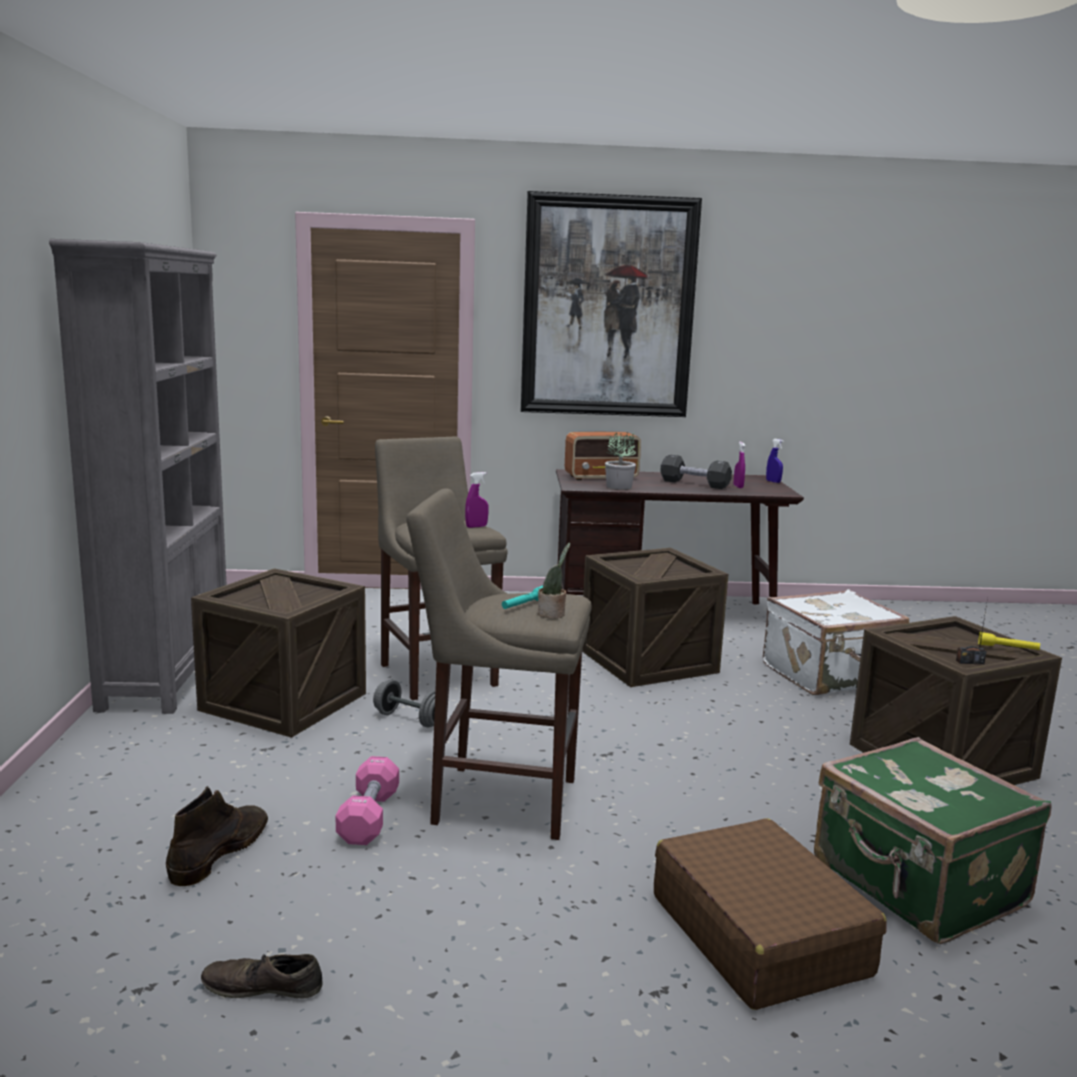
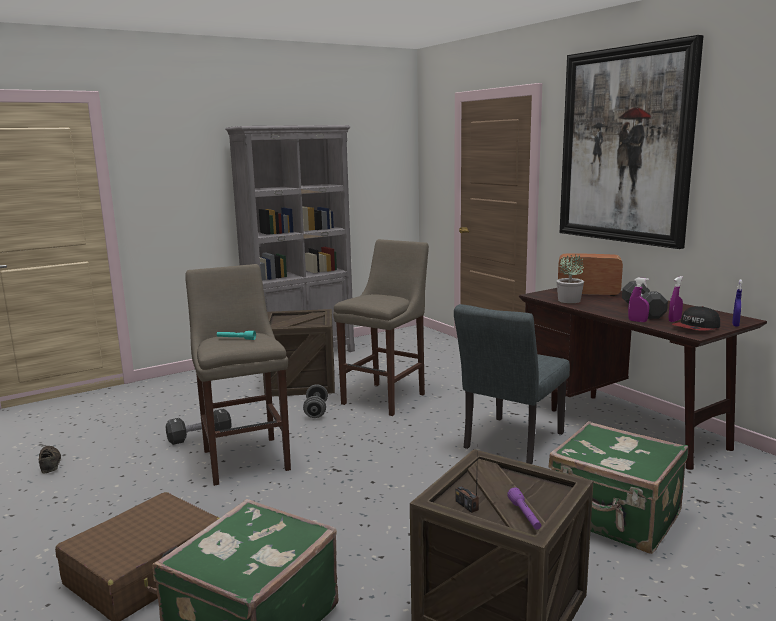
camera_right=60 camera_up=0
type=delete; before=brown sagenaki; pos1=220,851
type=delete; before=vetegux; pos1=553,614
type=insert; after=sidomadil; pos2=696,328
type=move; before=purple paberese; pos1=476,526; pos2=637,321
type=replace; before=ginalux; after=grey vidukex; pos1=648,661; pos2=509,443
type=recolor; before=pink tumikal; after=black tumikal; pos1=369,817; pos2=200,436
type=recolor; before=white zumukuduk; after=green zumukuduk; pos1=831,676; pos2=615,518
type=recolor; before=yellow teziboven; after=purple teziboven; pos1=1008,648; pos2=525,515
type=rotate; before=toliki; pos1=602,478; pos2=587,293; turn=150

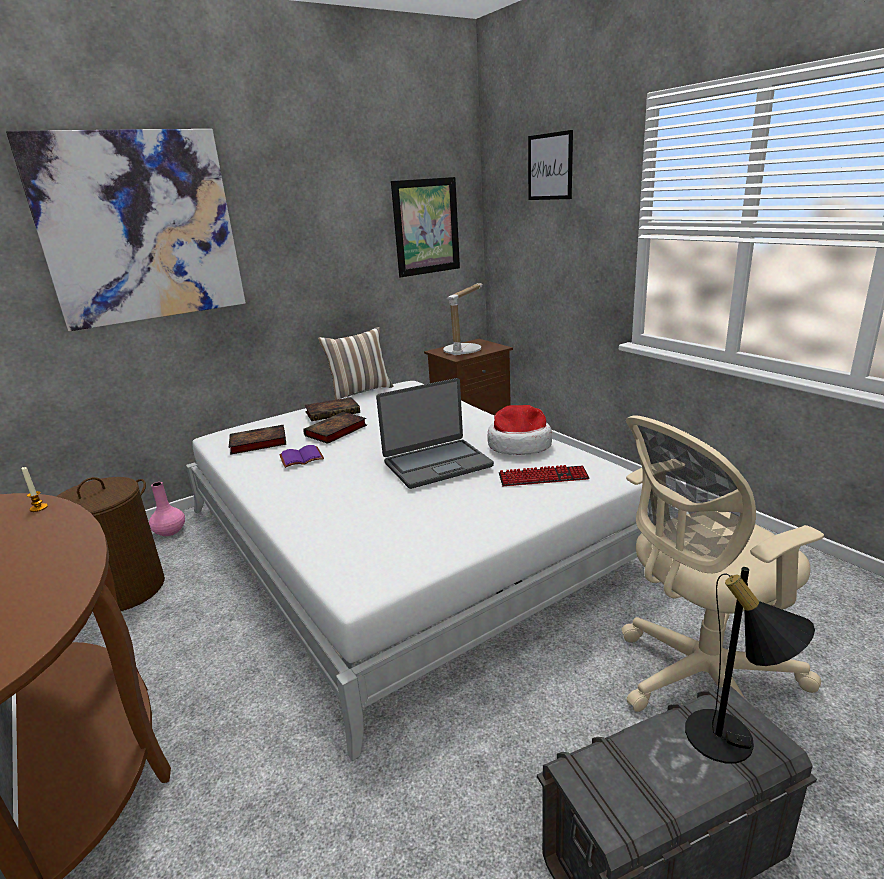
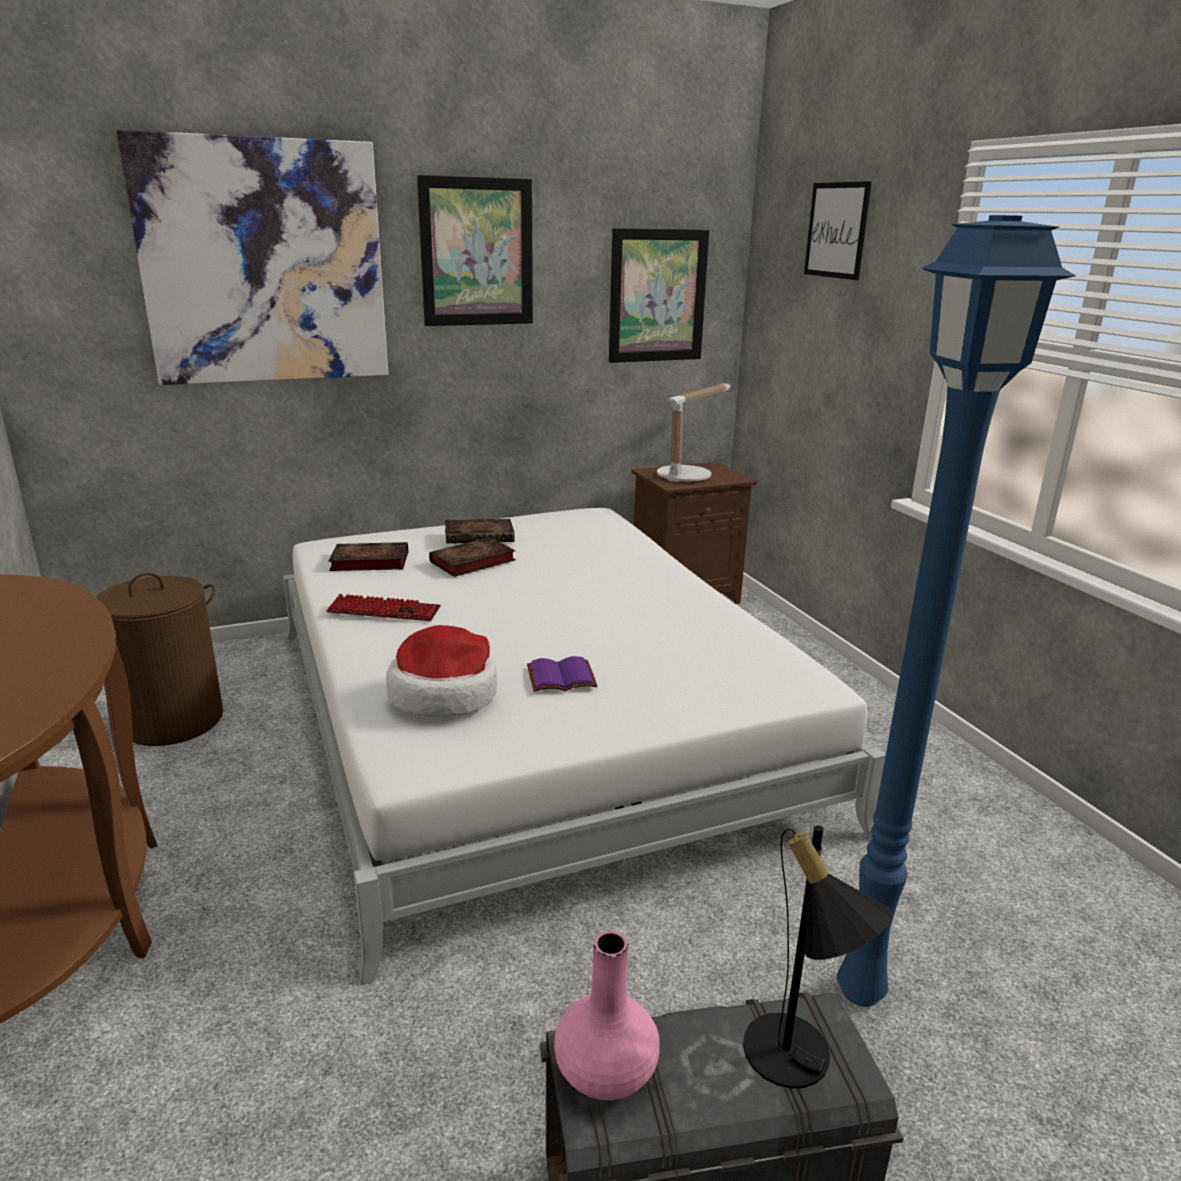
camera_right=10 camera_up=0
type=delete; before=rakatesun; pos1=38,508
type=delete; before=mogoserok; pos1=360,391
type=delete; before=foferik; pos1=437,464
type=insert; after=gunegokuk; pos2=477,252
type=move; before=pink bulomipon; pos1=170,531; pos2=606,1070
type=move; before=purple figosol; pos1=301,458; pos2=560,678
type=move; before=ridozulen; pos1=519,445; pos2=445,694
type=move; before=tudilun; pos1=543,477; pos2=384,611
type=replace; before=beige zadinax; after=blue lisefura; pos1=699,679; pos2=856,989

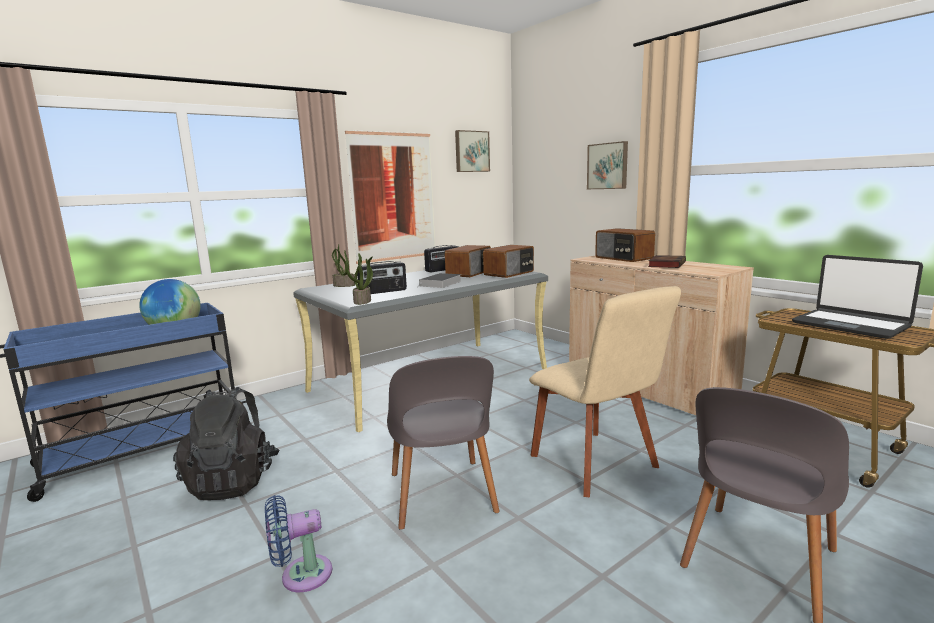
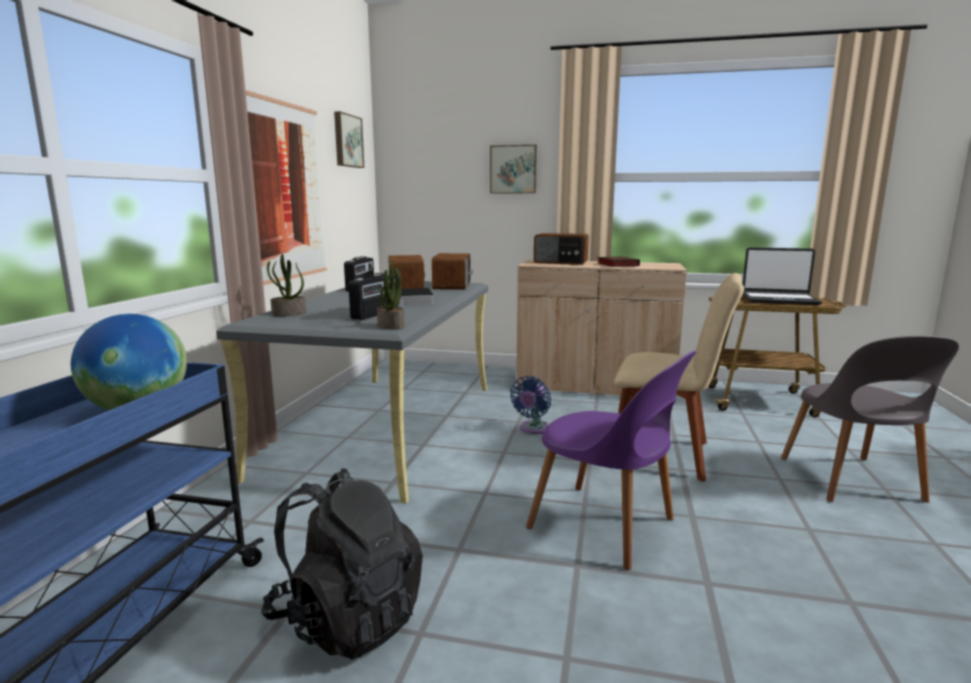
camera_right=-40 camera_up=0
type=move; before=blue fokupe; pos1=301,575; pos2=533,429
type=recolor; before=grey vidukex; after=purple vidukex; pos1=442,496; pos2=606,526

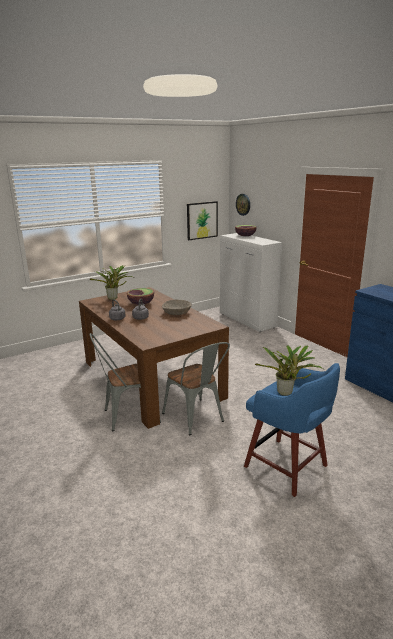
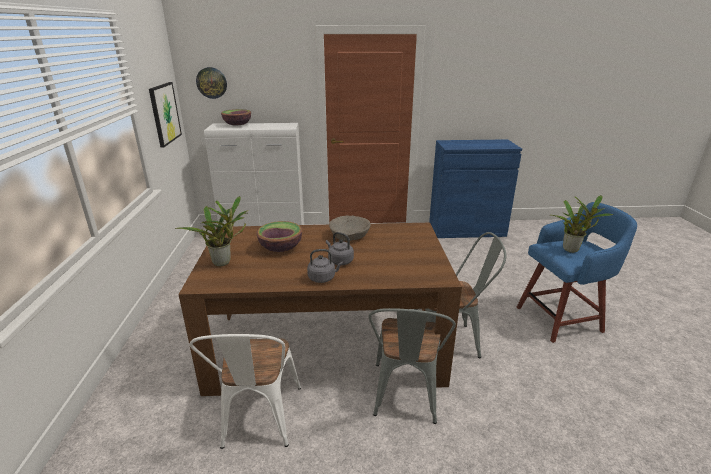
camera_right=-60 camera_up=5
type=insert; after=white vidukex; pos2=259,422

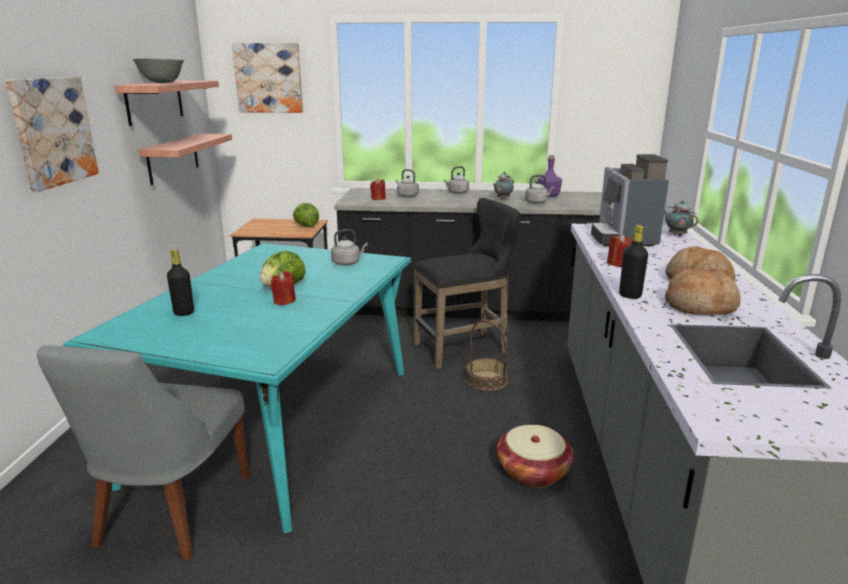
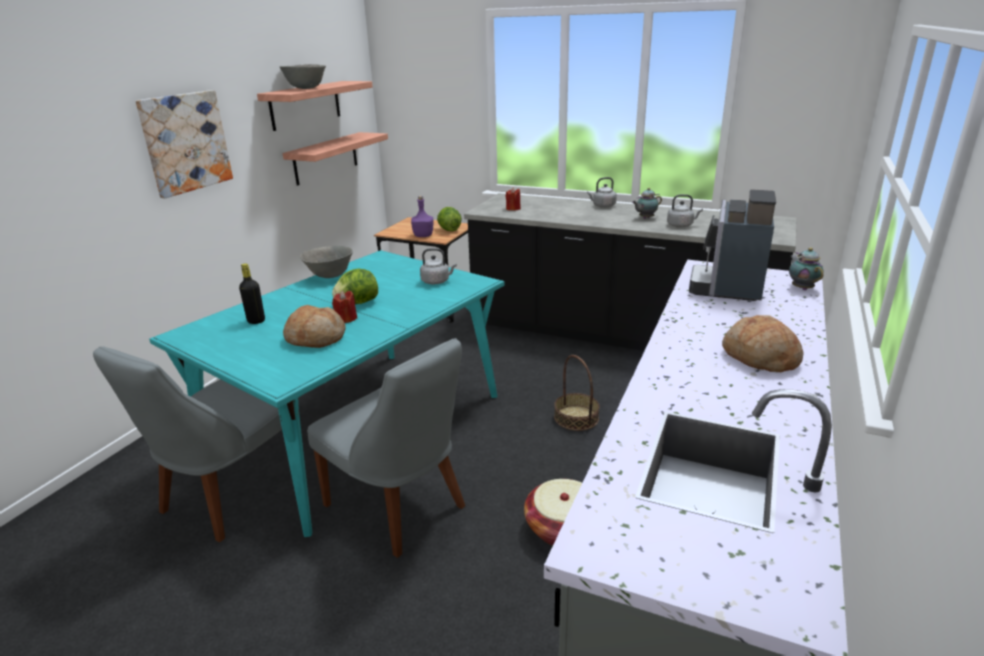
camera_right=20 camera_up=5
type=delete; before=gunegokuk; pos1=269,78
type=delete; before=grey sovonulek; pos1=407,196
type=delete; before=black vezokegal; pos1=466,349
type=delete; before=red rakatesun; pos1=618,263
type=delete; before=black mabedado; pos1=630,295
type=insert; after=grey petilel; pos2=330,276
type=insert; after=grey vidukex; pos2=399,508
type=move; before=purple mabedado; pos1=549,196; pos2=423,235
type=move; before=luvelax; pos1=700,306; pos2=316,338

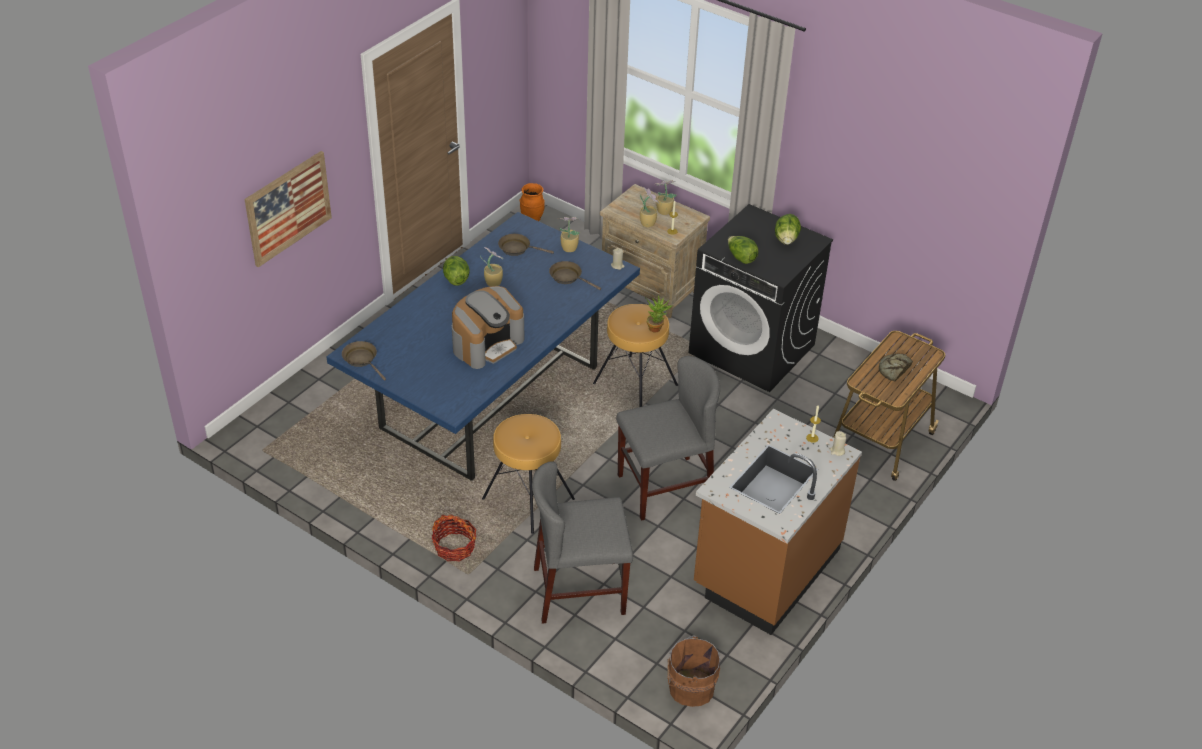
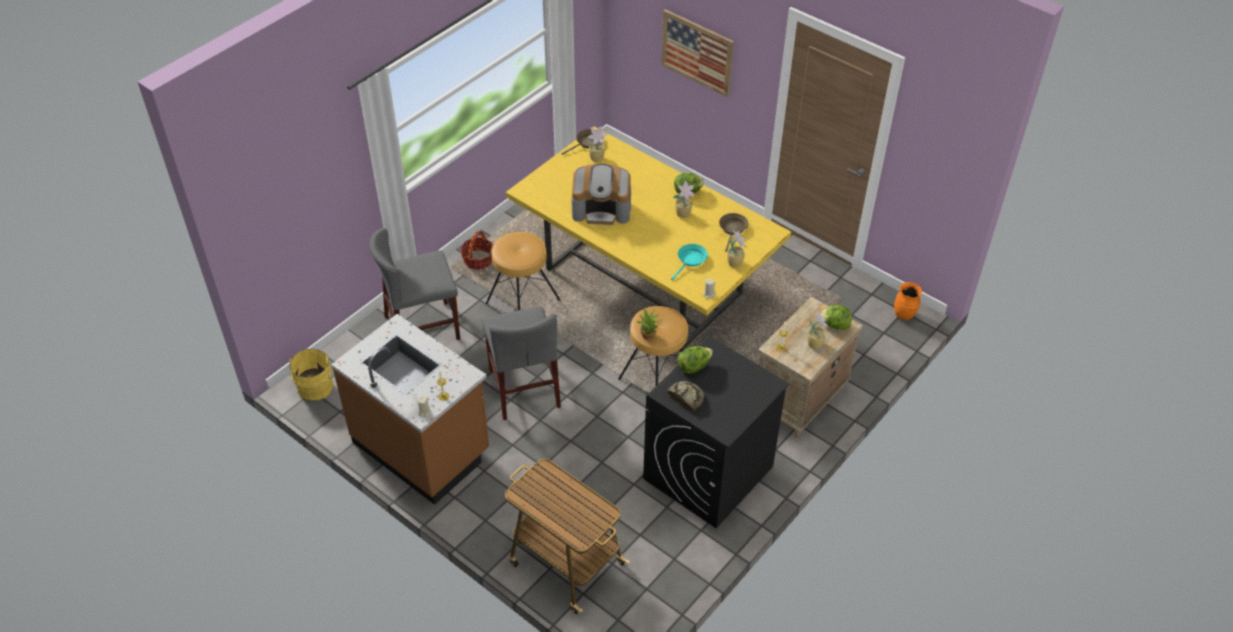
camera_right=95 camera_up=5
type=move; before=vetegux; pos1=648,223; pos2=597,158
type=move; before=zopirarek; pos1=786,240; pos2=834,325
type=move; before=luvelax; pos1=894,370; pos2=686,397
type=recolor; before=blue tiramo; after=yellow tiramo; pos1=492,396; pos2=644,283
type=recolor; before=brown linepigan; after=turquoise linepigan; pos1=568,277; pos2=691,260
type=recolor; before=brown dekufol; after=yellow dekufol; pos1=689,687; pos2=316,385
type=rotate; before=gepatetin; pos1=487,344; pos2=602,209; turn=-45
type=rotate; before=grey vidukex; pos1=579,591; pos2=422,328; turn=-105

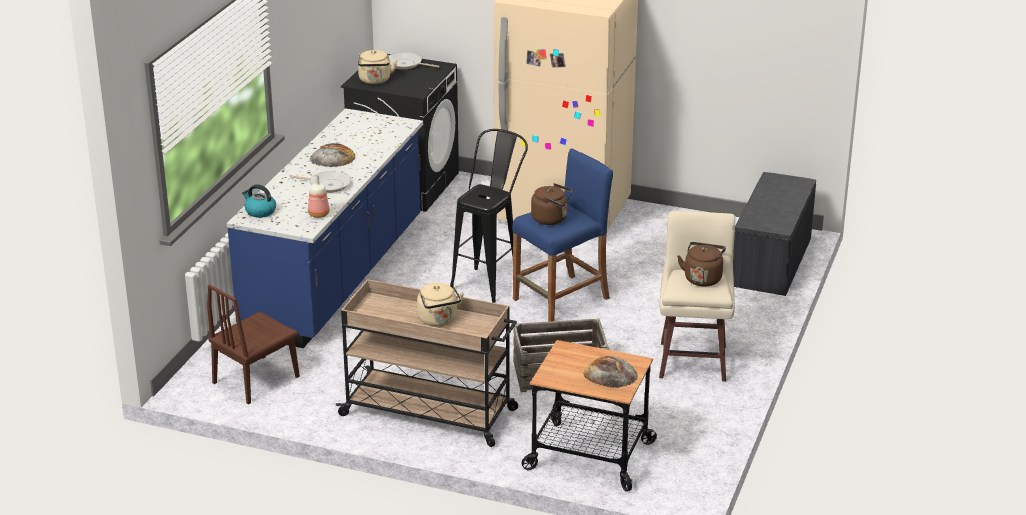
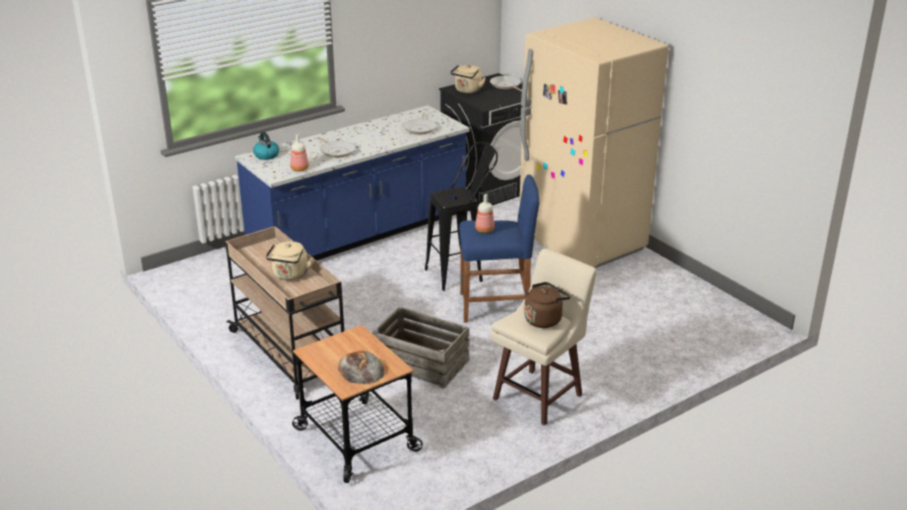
camera_right=35 camera_up=0
type=delete; before=brown vidukex; pos1=256,379
type=delete; before=luvelax; pos1=332,158
type=delete; before=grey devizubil; pos1=772,262
type=insert; after=linepigan; pos2=420,128
type=replace; before=brown sovonulek; after=mabedado; pos1=551,219; pos2=484,230

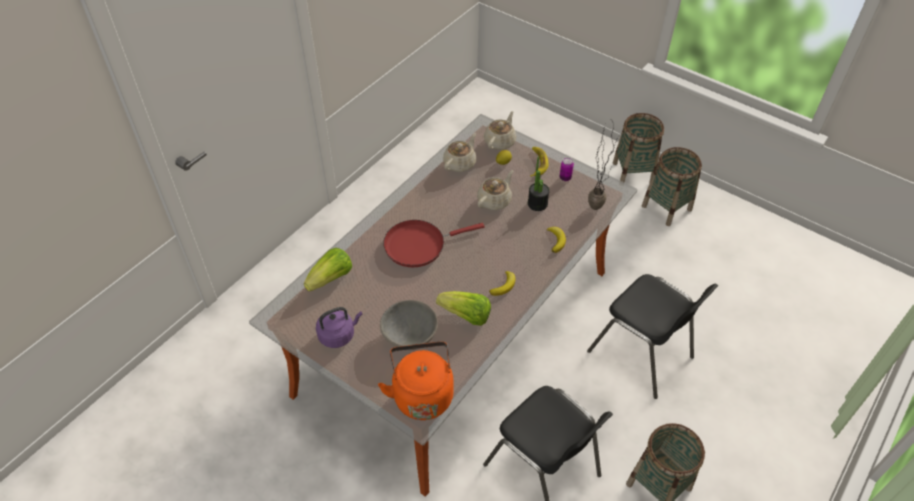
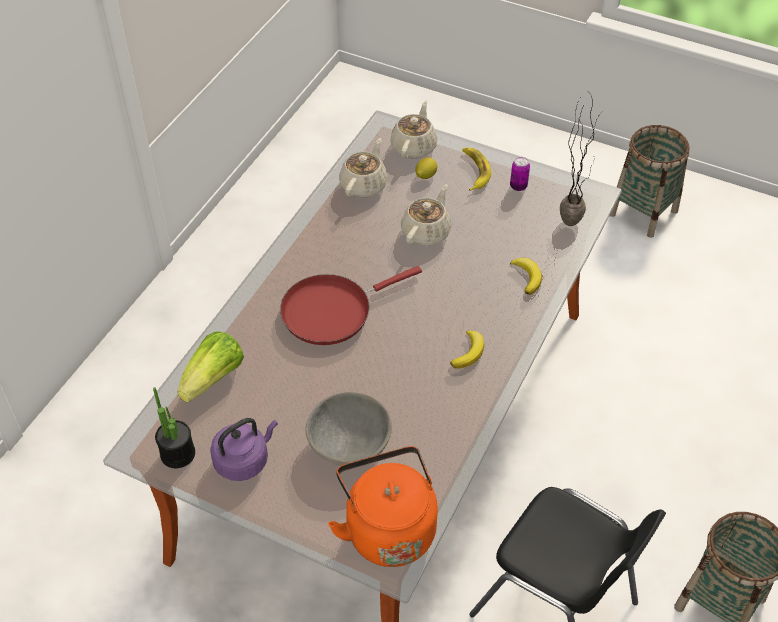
camera_right=-10 camera_up=0
type=delete; before=zopirarek; pos1=466,316
type=delete; before=black vidukex; pos1=641,355
type=delete; before=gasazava; pos1=632,172
type=move; before=vetegux; pos1=537,204; pos2=178,454

